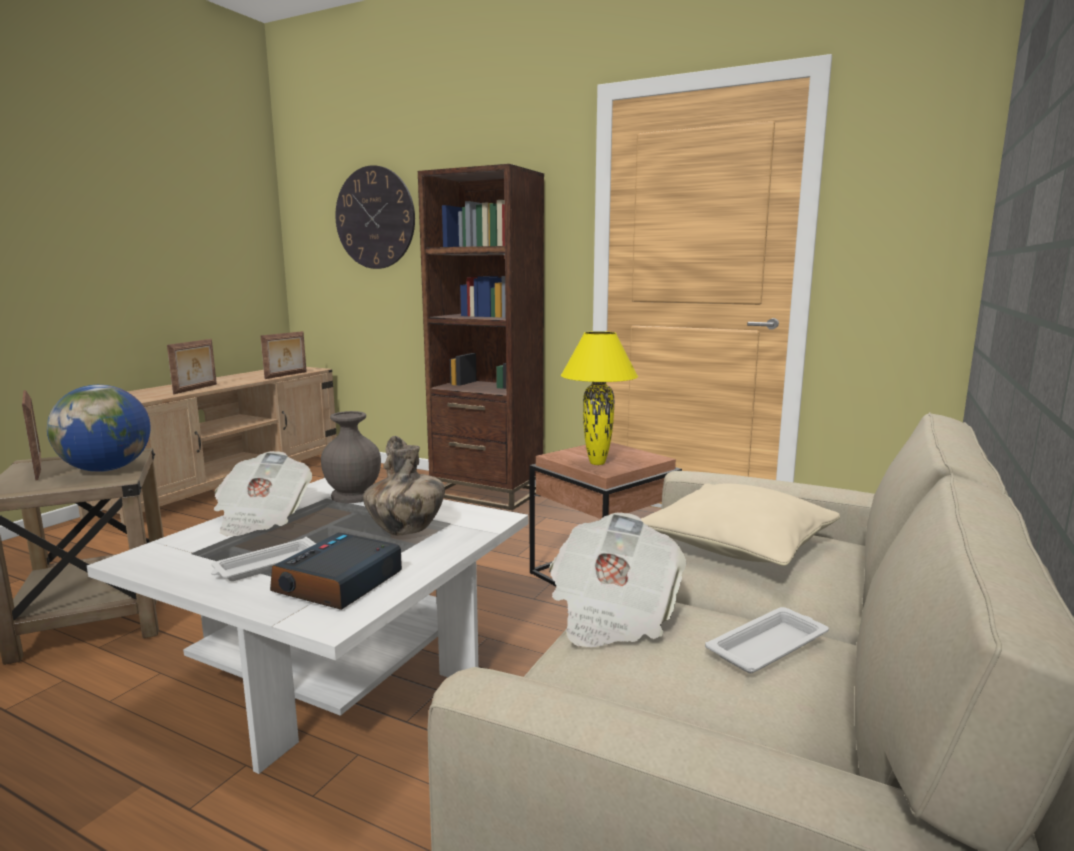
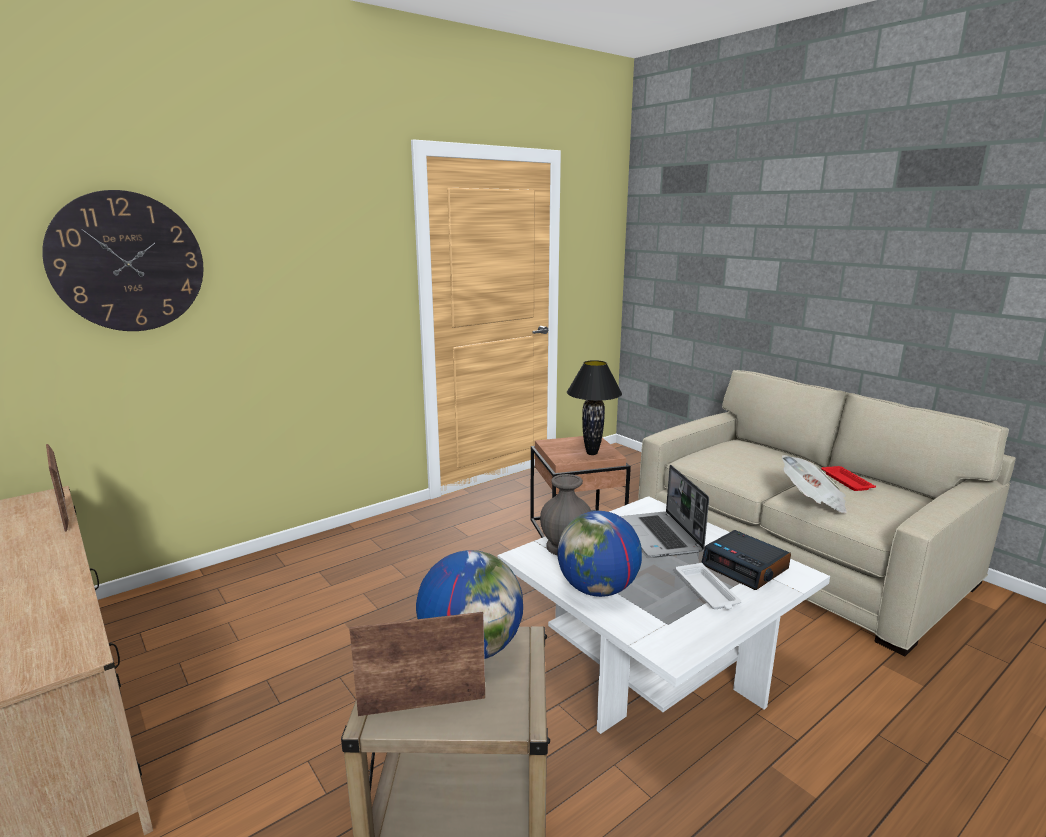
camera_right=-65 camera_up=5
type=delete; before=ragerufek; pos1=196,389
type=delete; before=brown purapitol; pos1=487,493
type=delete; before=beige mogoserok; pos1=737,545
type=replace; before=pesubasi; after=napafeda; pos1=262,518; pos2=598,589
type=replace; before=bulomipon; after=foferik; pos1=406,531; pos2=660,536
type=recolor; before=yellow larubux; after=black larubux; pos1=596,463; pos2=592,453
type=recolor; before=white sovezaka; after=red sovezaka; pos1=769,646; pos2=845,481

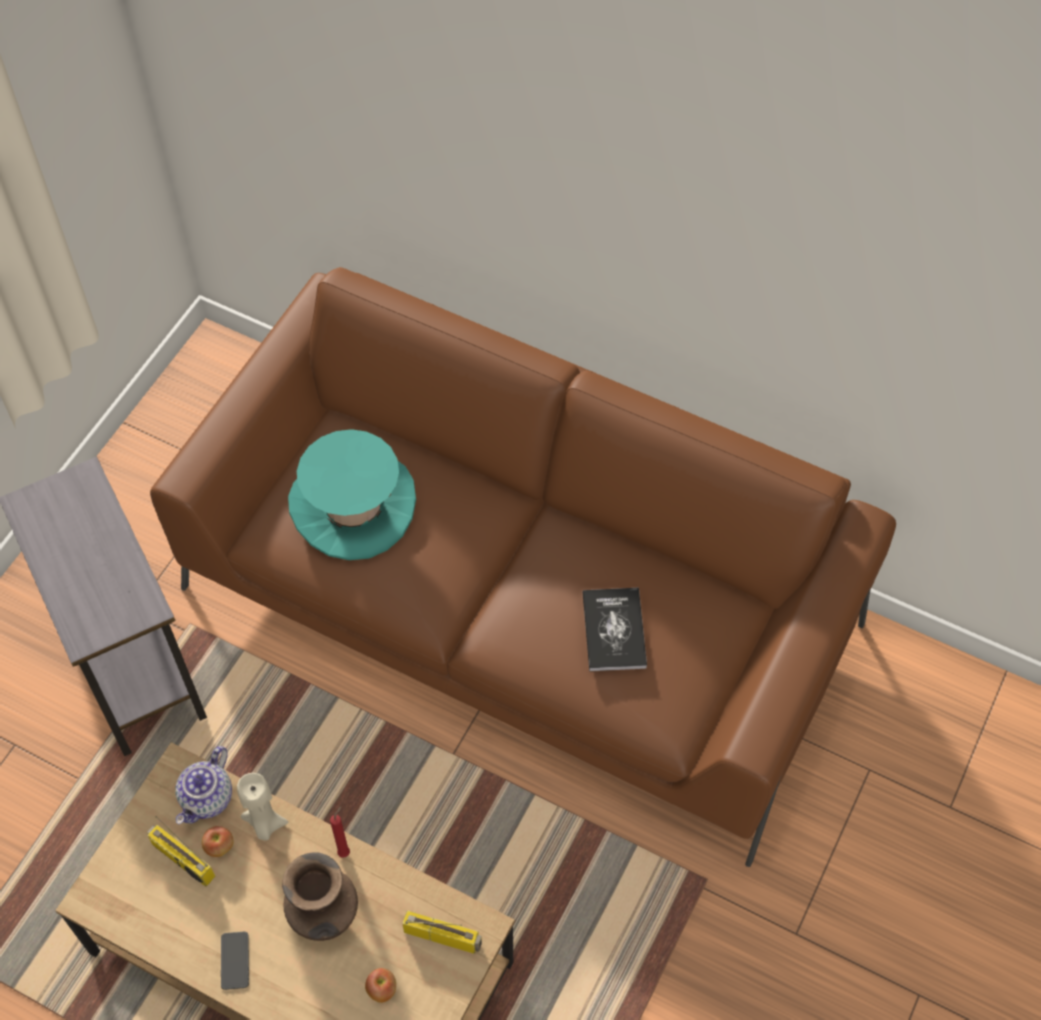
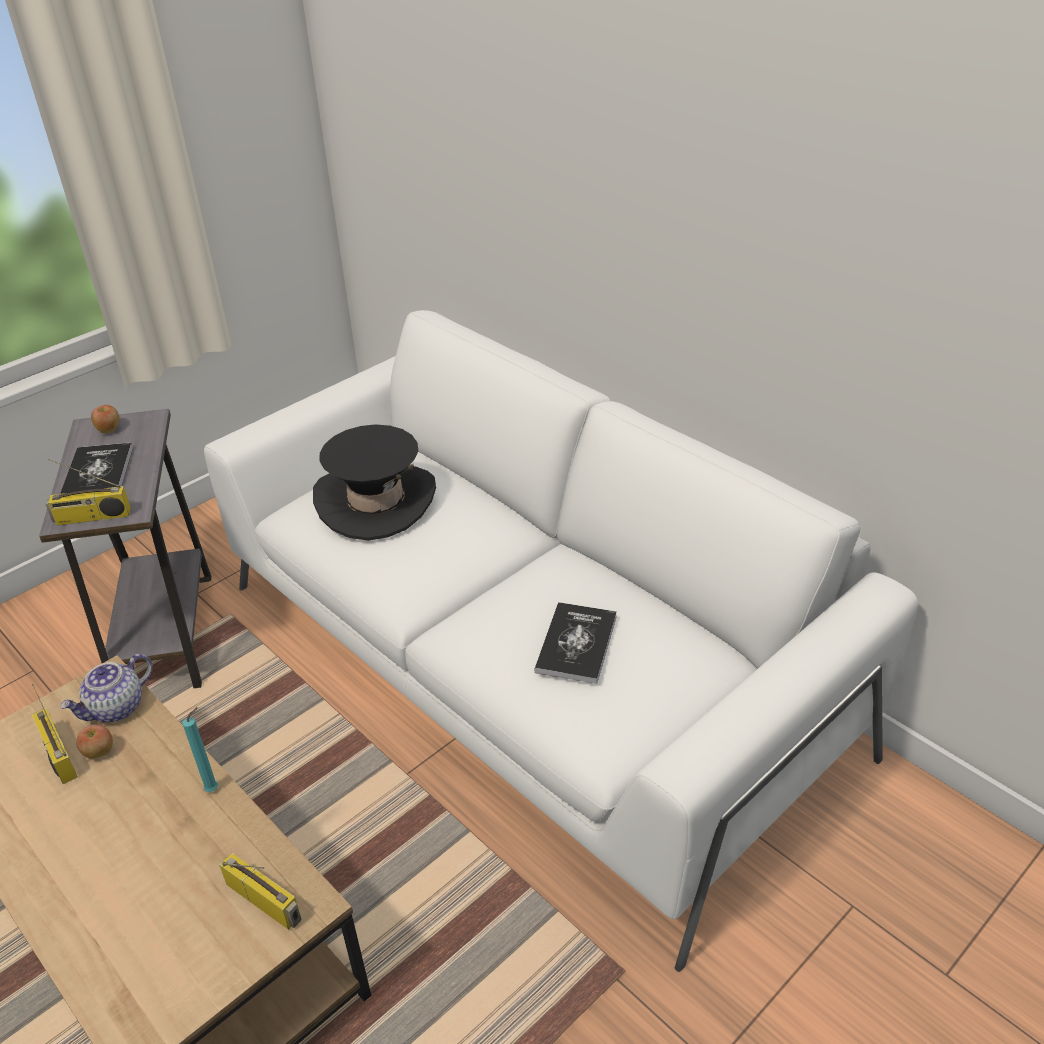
camera_right=20 camera_up=-20
type=delete; before=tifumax; pos1=235,960
type=delete; before=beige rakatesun; pos1=264,824
type=delete; before=brown bulomipon; pos1=325,919
type=insert; after=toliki; pos2=92,517
type=insert; after=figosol; pos2=97,474
type=move; before=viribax; pos1=382,989; pos2=109,430
type=recolor; before=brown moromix; after=white moromix; pos1=521,605; pos2=529,665
type=recolor; before=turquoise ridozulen; after=black ridozulen; pos1=353,505; pos2=376,501
type=recolor; before=red rakatesun; after=turquoise rakatesun; pos1=345,851; pos2=214,788

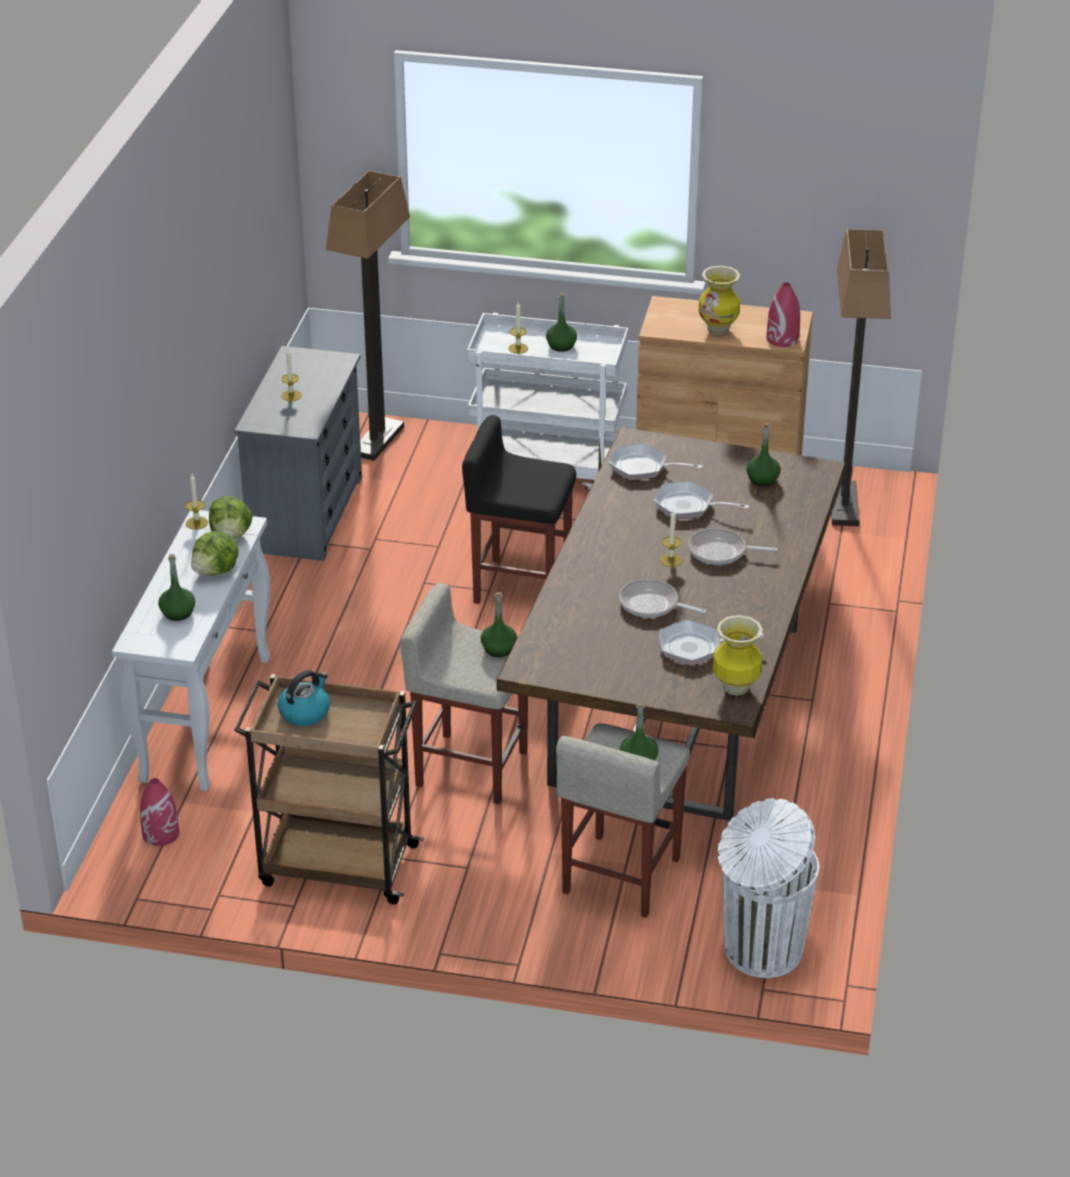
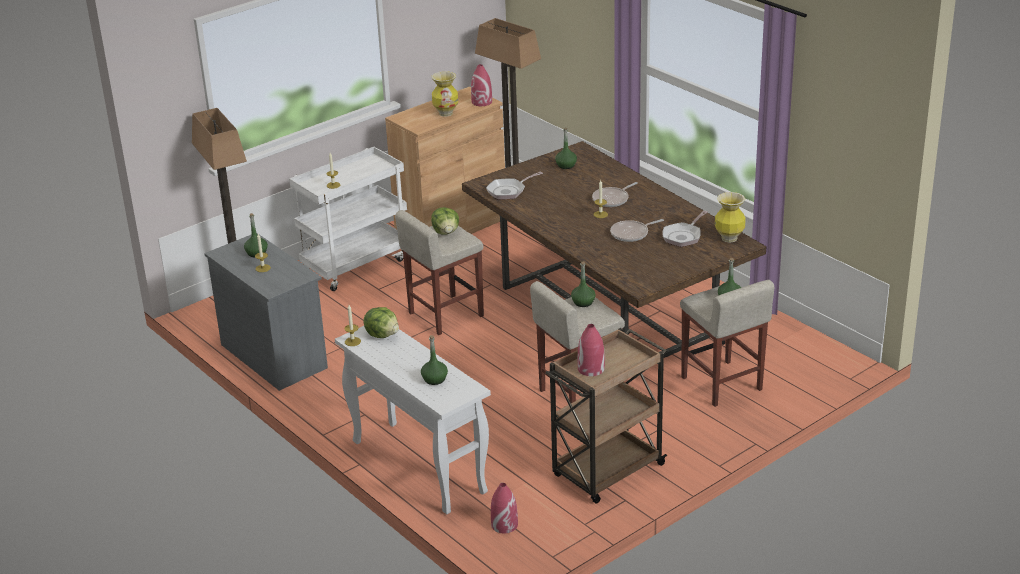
camera_right=-50 camera_up=-5
type=delete; before=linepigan; pos1=688,506
type=delete; before=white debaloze; pos1=761,950
type=move; before=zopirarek; pos1=216,571; pos2=446,232
type=move; before=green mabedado; pos1=561,346; pos2=256,253
type=replace; before=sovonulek; after=red bulomipon; pos1=305,712; pos2=591,369
type=recolor; before=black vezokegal; after=beige vezokegal; pos1=520,586; pos2=445,315

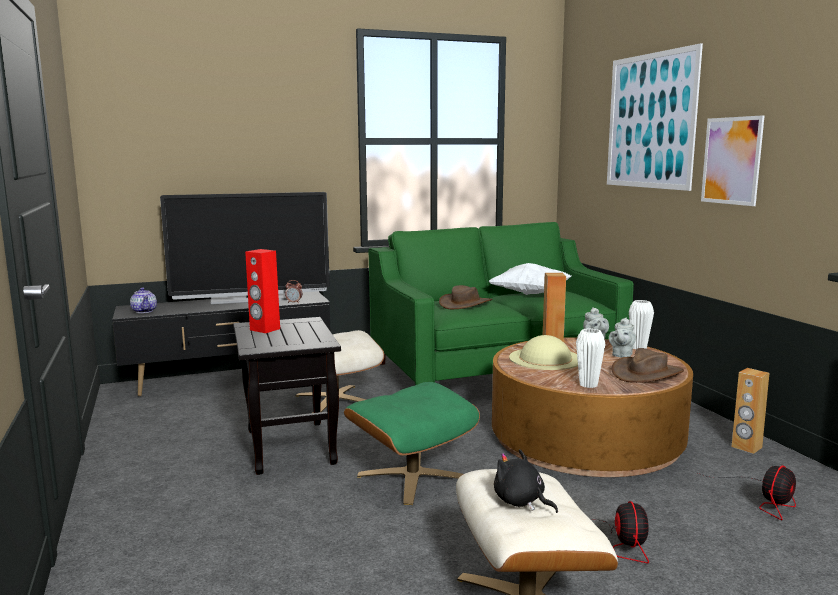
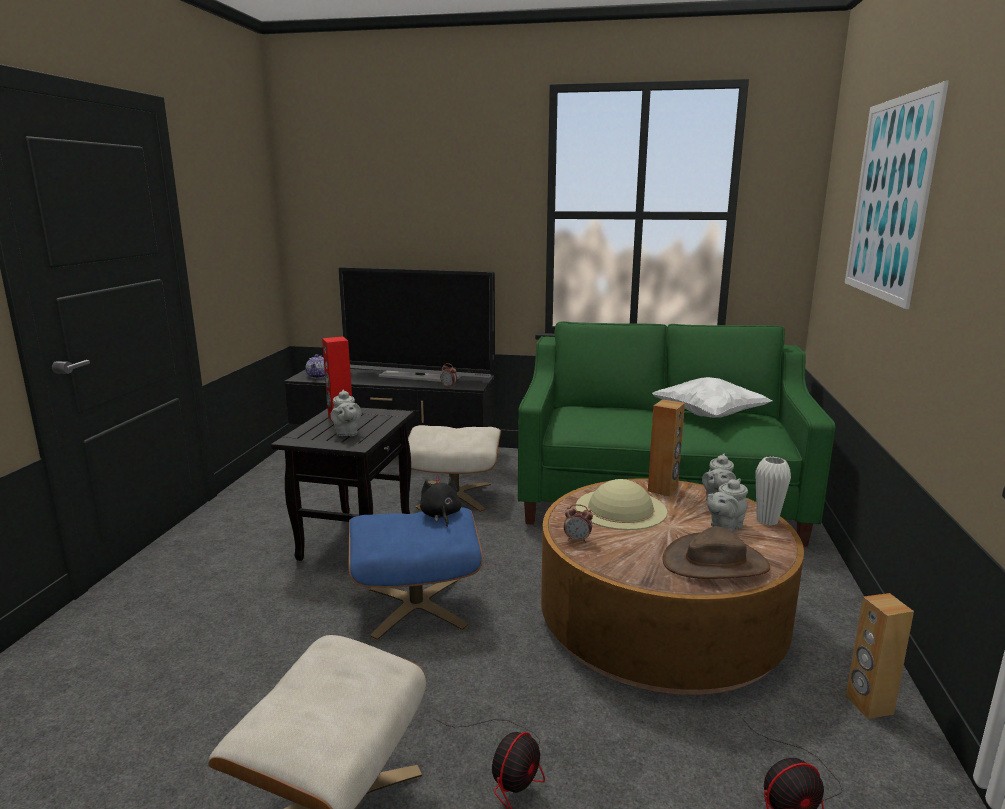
camera_right=30 camera_up=5
type=delete; before=brown ridozulen; pos1=466,304
type=delete; before=white bulomipon; pos1=588,385
type=delete; before=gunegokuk; pos1=731,160
type=insert; after=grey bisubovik; pos2=346,433
type=insert; after=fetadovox; pos2=577,540
type=move; before=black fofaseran; pos1=521,502; pos2=440,515
type=recolor; before=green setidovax; after=blue setidovax; pos1=412,476; pos2=416,607

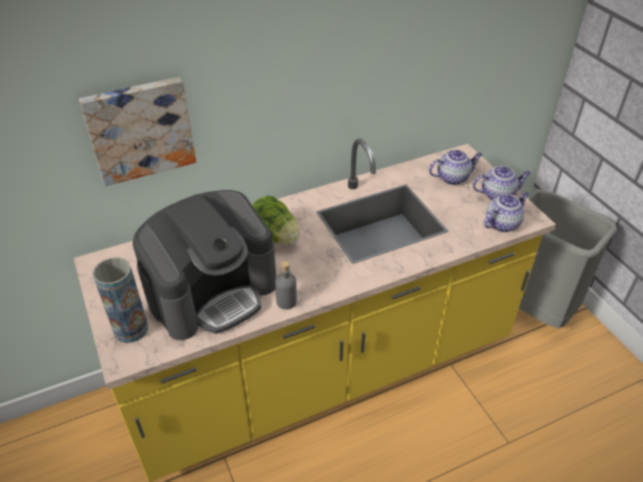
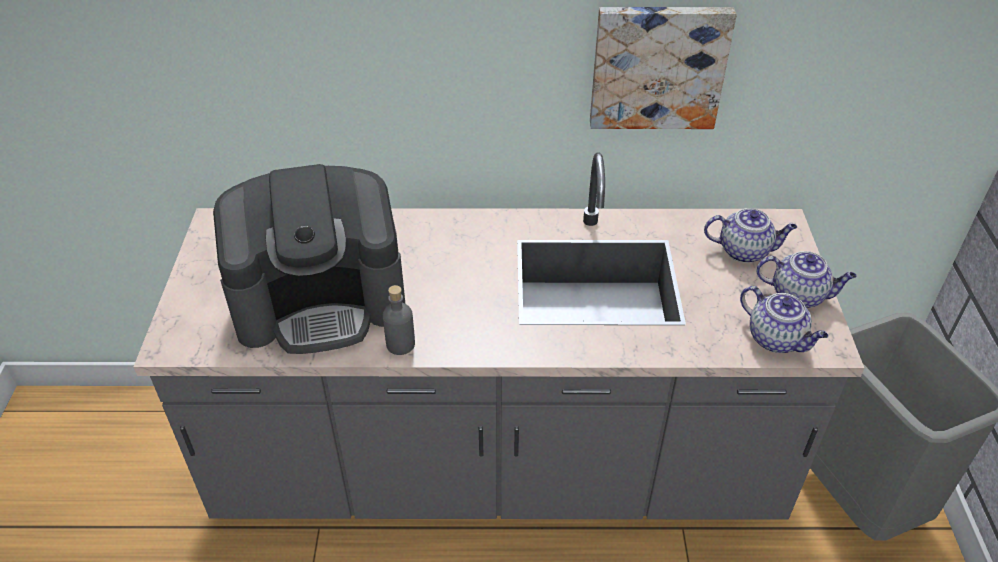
camera_right=25 camera_up=0
type=delete; before=bulomipon; pos1=131,329
type=delete; before=zopirarek; pos1=275,236
type=move; before=gunegokuk; pos1=140,129; pos2=658,66
type=recolor; before=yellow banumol; after=grey banumol; pos1=321,369; pos2=499,465
type=rotate; before=bisubovik; pos1=502,223; pos2=776,339; turn=60

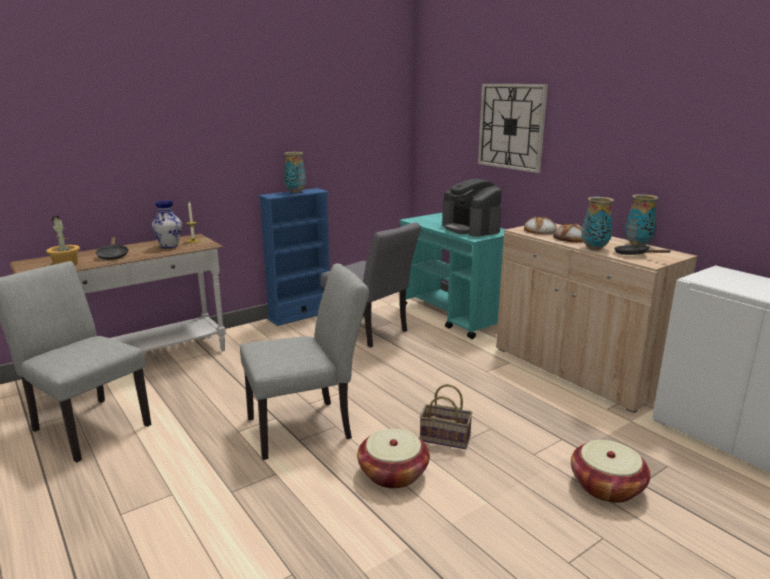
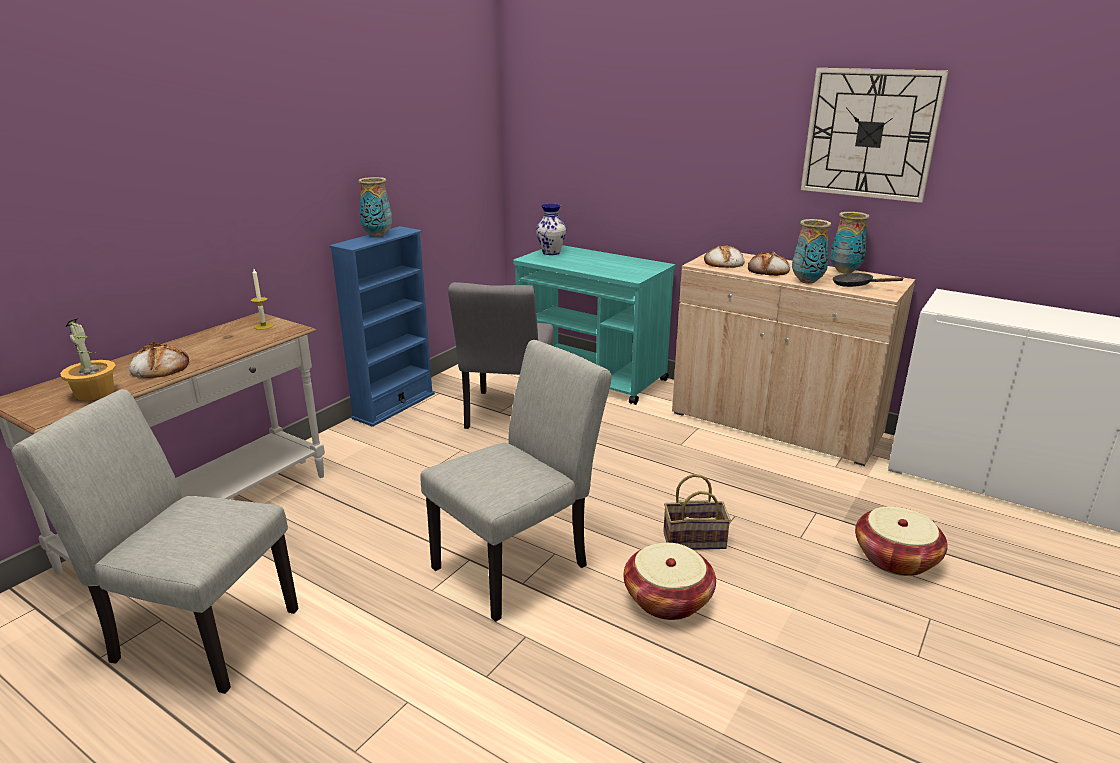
camera_right=-20 camera_up=5
type=delete; before=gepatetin; pos1=471,228
type=move; before=bulomipon; pos1=169,246; pos2=551,253
type=move; before=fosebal; pos1=511,126; pos2=870,134
type=replace; before=black linepigan; after=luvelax; pos1=113,255; pos2=159,367
type=rotate; before=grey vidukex; pos1=371,332; pos2=506,415; turn=75

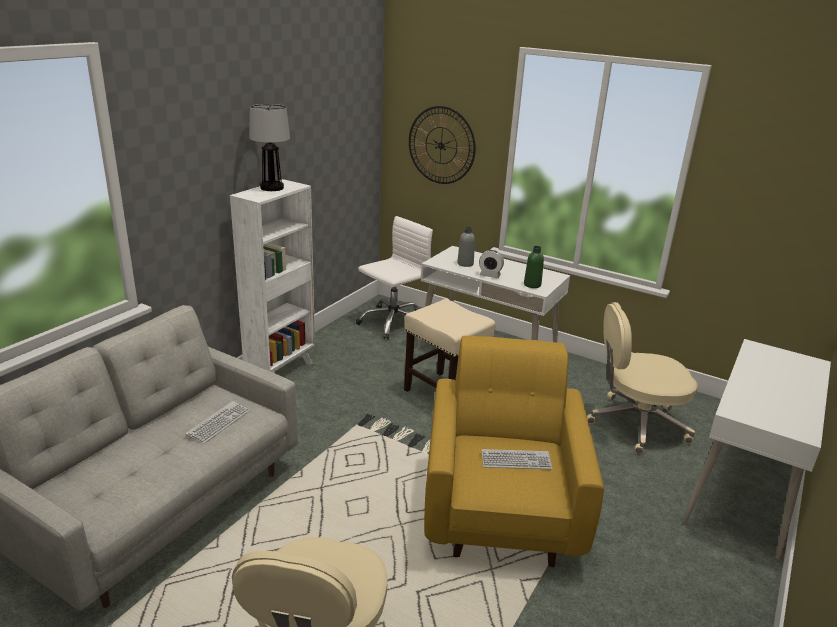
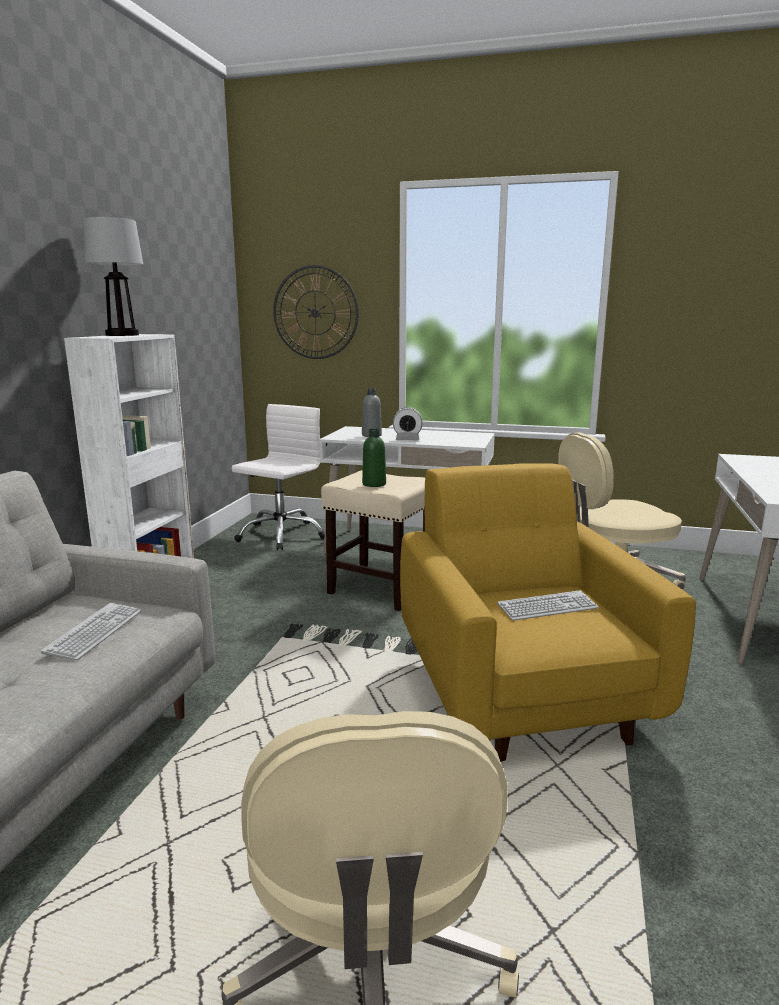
camera_right=-15 camera_up=-10
type=move; before=green mabedado; pos1=532,285; pos2=374,484

